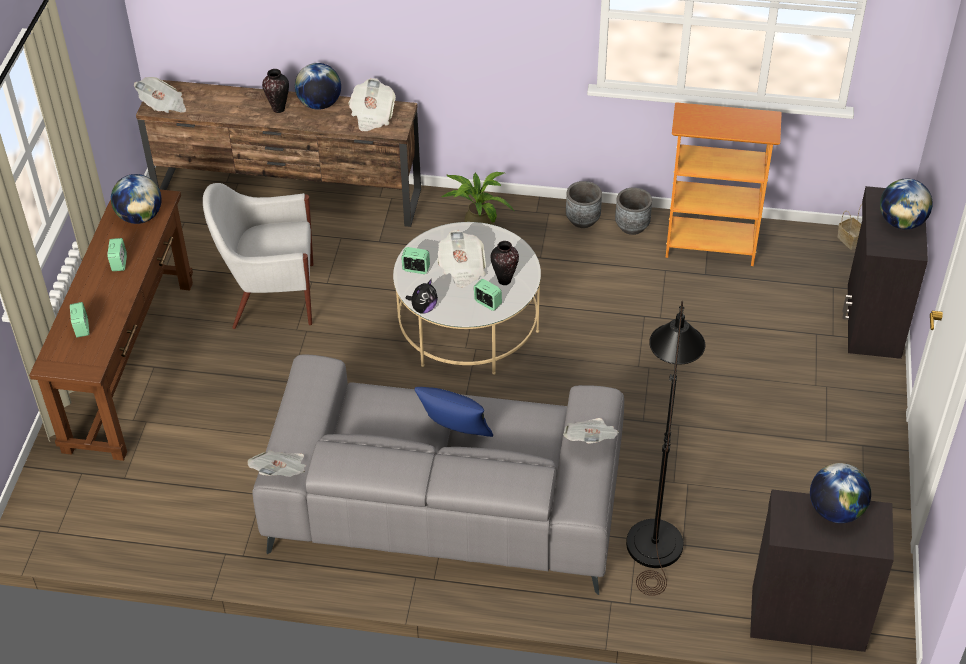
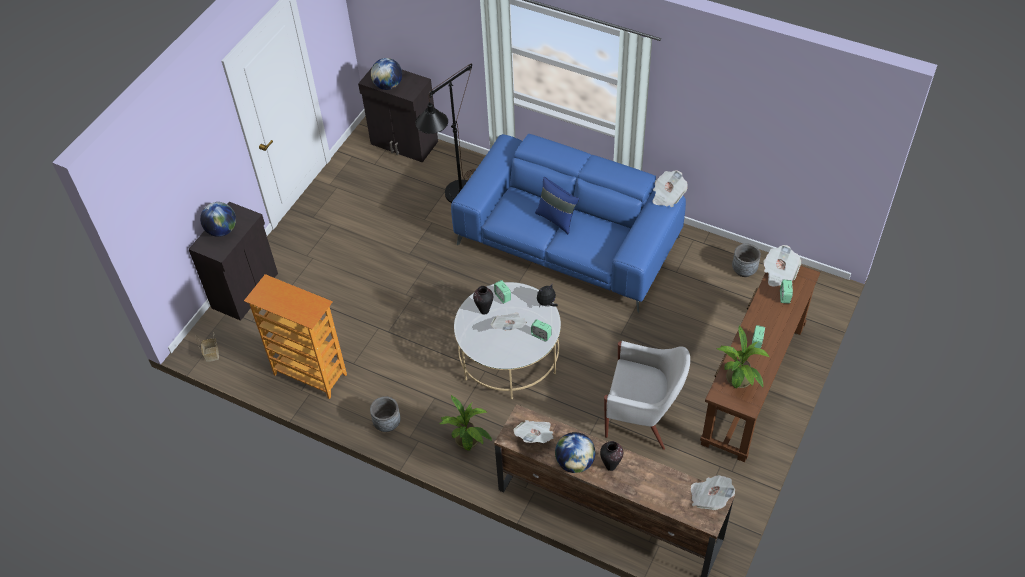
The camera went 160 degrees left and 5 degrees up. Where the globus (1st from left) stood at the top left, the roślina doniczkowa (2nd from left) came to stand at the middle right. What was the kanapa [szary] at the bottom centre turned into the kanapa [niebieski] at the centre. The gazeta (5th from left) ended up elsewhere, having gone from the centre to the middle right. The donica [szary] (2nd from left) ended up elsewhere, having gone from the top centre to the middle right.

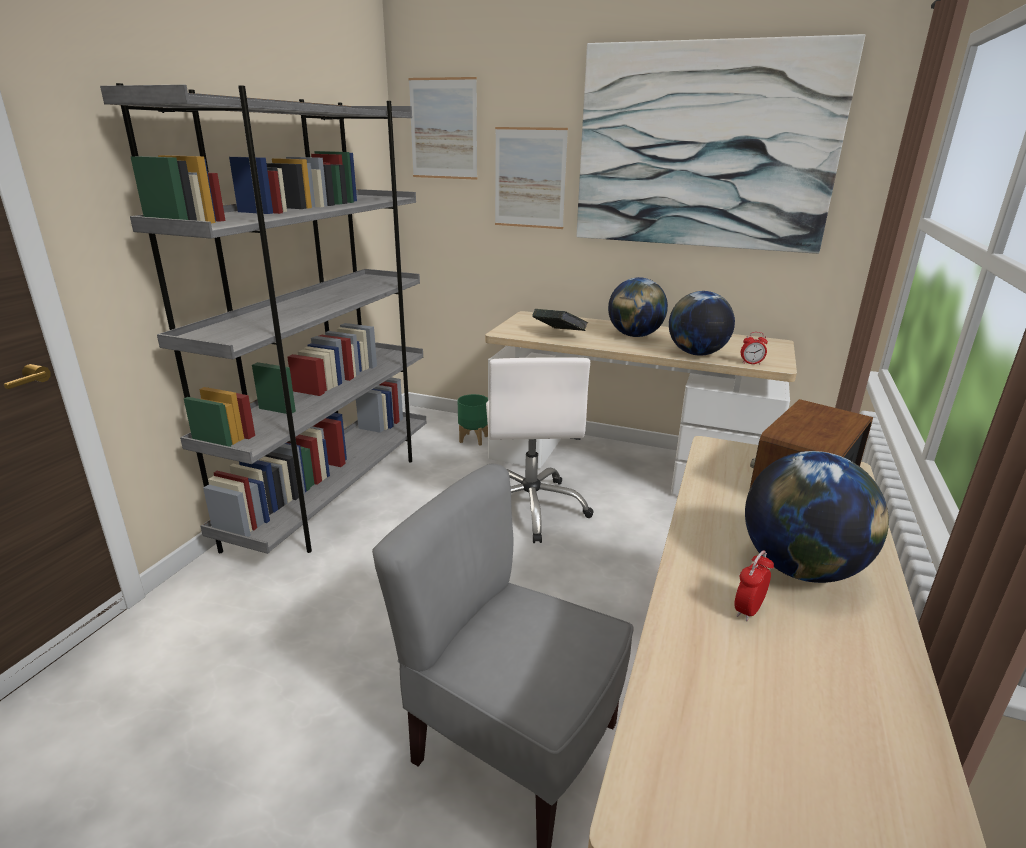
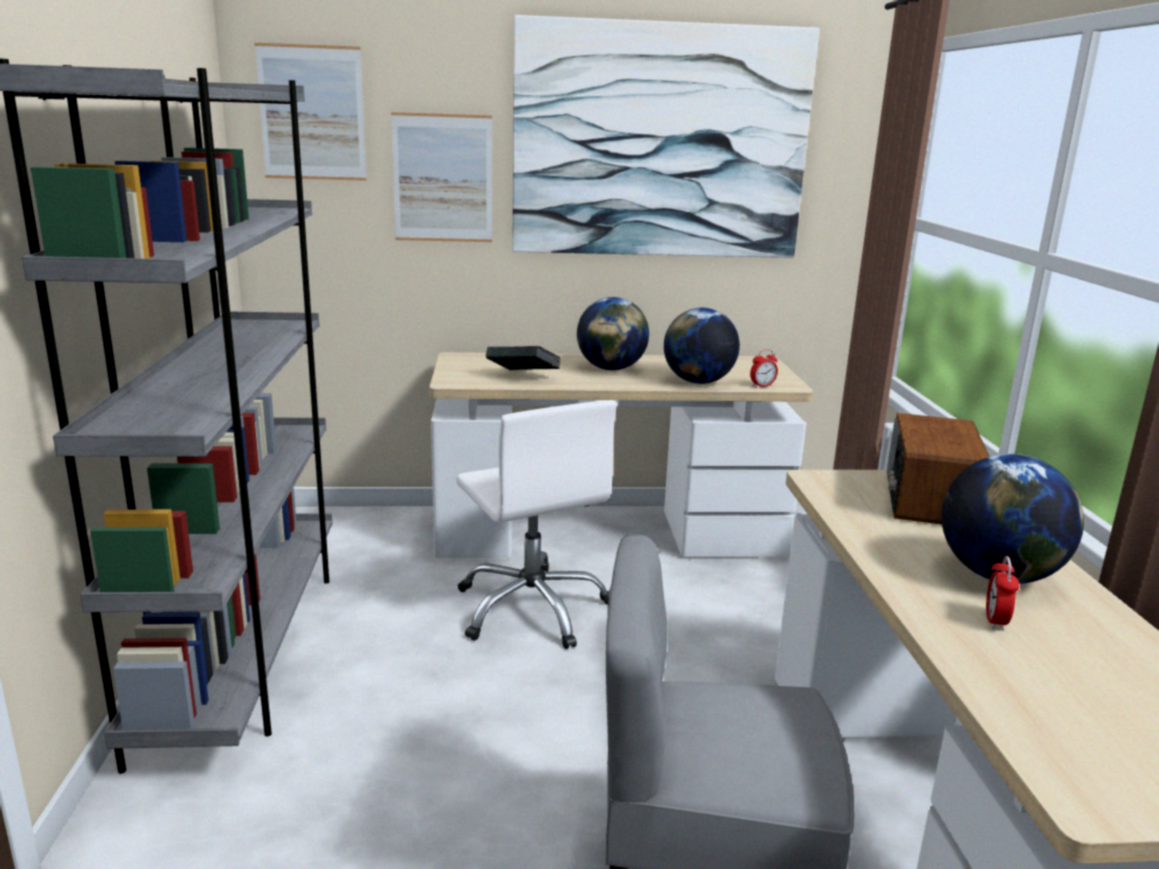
The camera went 25 degrees left and 5 degrees down. The second view lost the donica [zielony] at the centre.

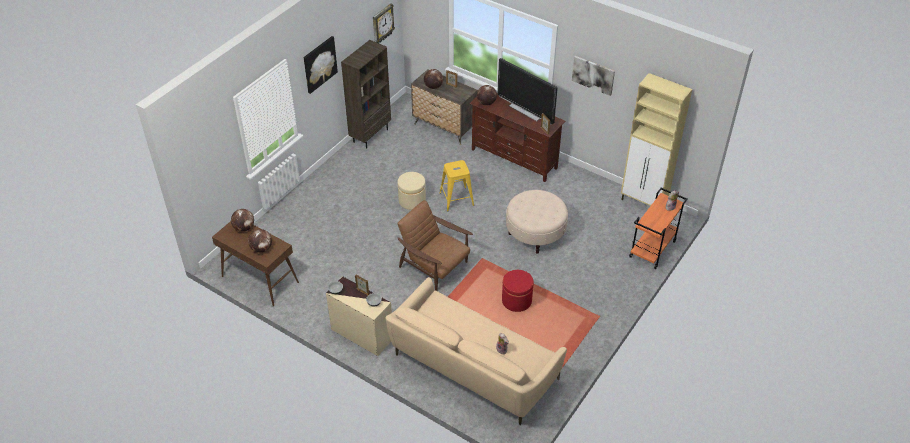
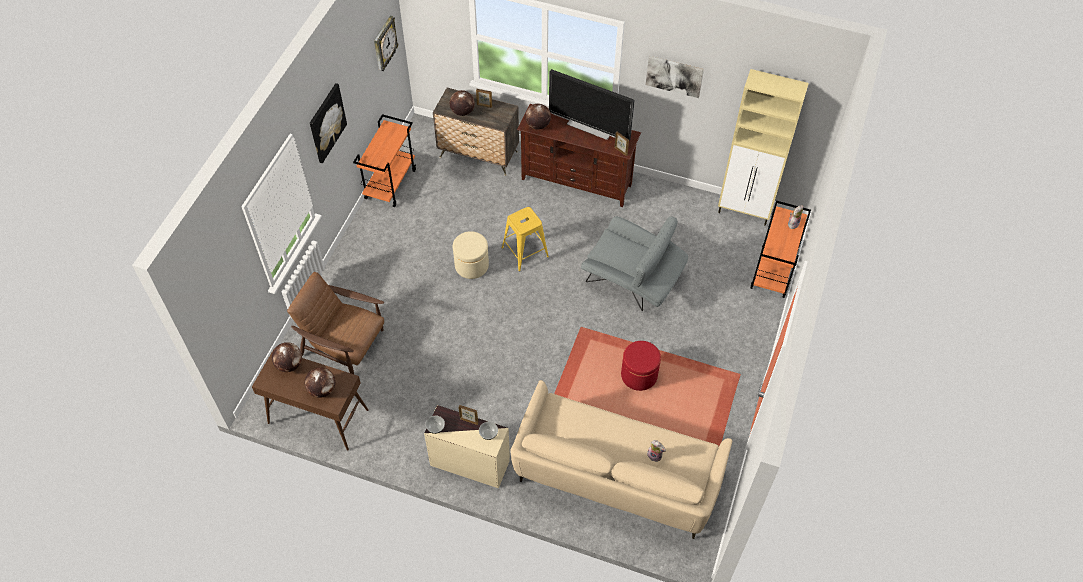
The camera went 15 degrees left and 10 degrees up. Where the regał [brązowy] stood at the top centre, the wózek [pomarańczowy] (1st from left) came to stand at the top centre. The fotel [brązowy] ended up elsewhere, having gone from the centre to the middle left. Where the pufa [beżowy] (2nd from left) stood at the centre, the fotel [szary] came to stand at the centre.

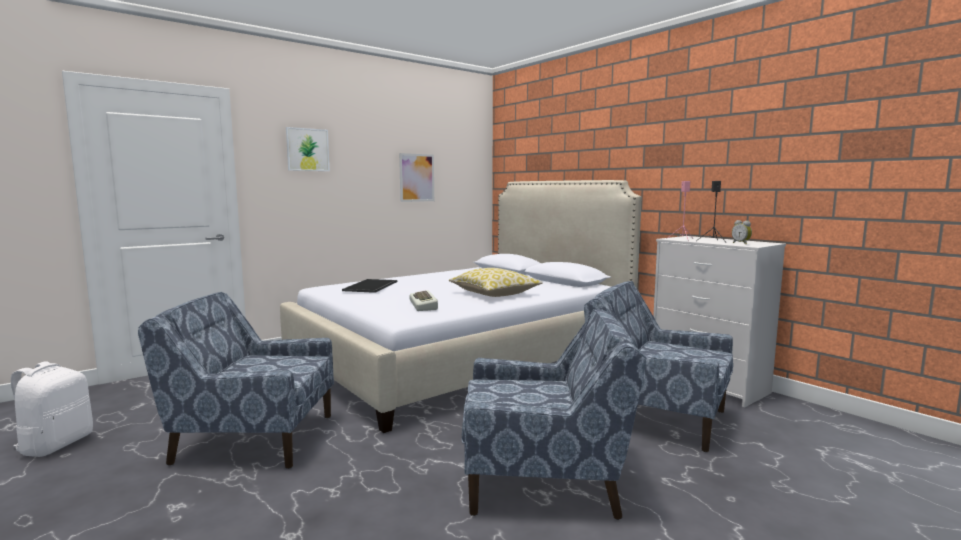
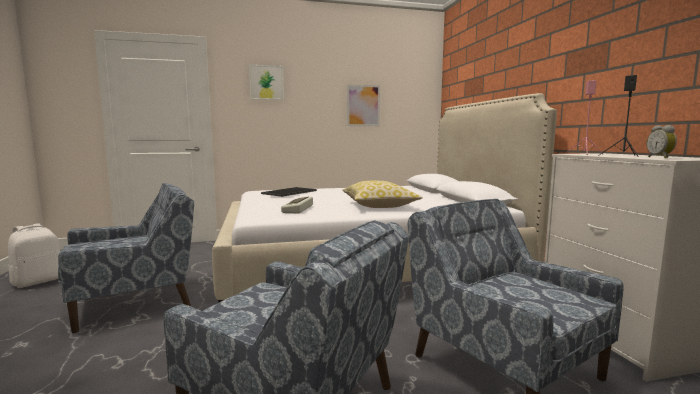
The camera went 25 degrees right and 0 degrees up. The fotel [niebieski] (1st from left) at the bottom left ended up facing another way, 120 degrees clockwise from before.

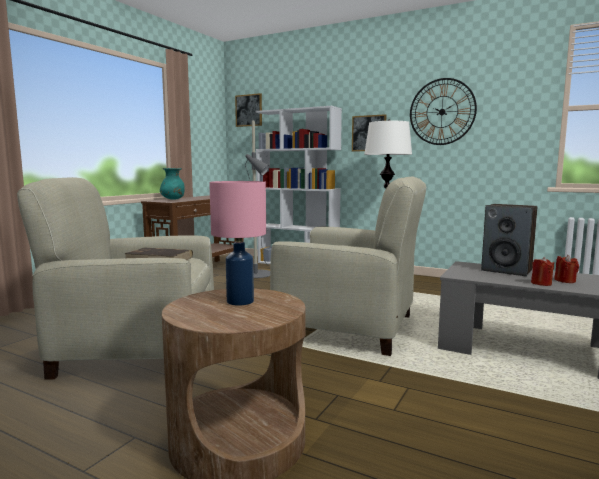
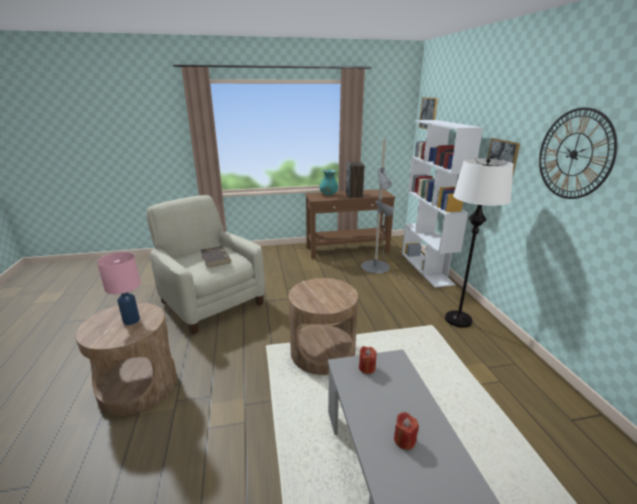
The camera went 50 degrees right and 15 degrees up. Where the fotel [beżowy] (2nd from left) stood at the centre, the stolik [brązowy] (2nd from left) came to stand at the centre. The głośnik ended up elsewhere, having gone from the middle right to the centre. The świeca [czerwony] (1st from left) ended up elsewhere, having gone from the middle right to the bottom centre.

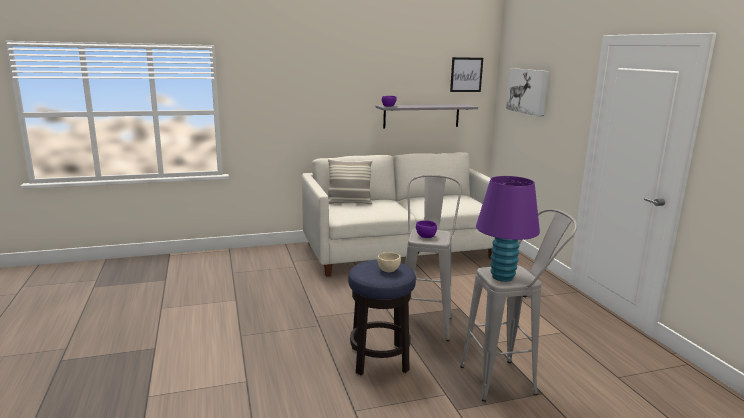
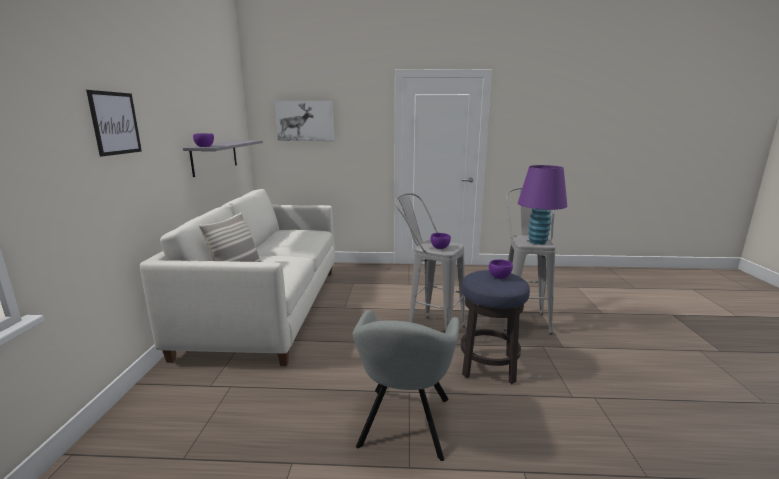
The camera went 70 degrees left and 0 degrees up. What was the miska [beżowy] at the centre turned into the miska [fioletowy] (3rd from left) at the centre. The obraz (1st from left) ended up elsewhere, having gone from the top centre to the top left. The second view gained the fotel [szary] at the bottom centre.

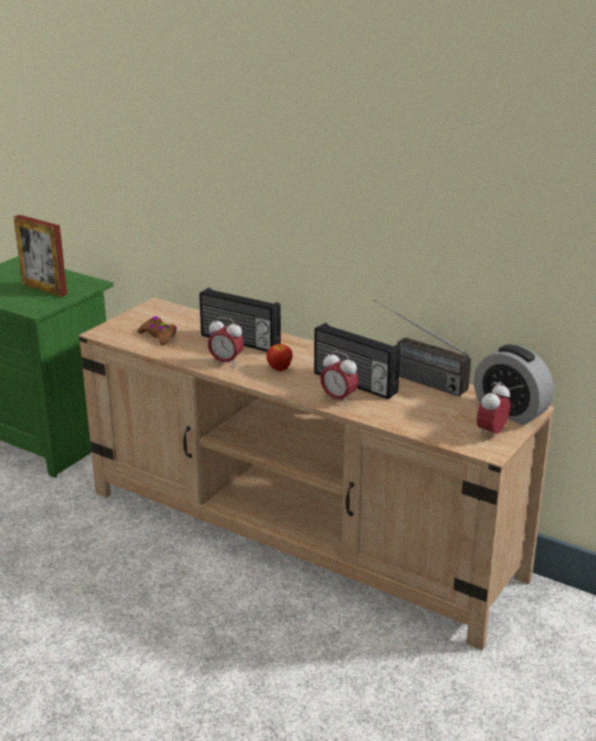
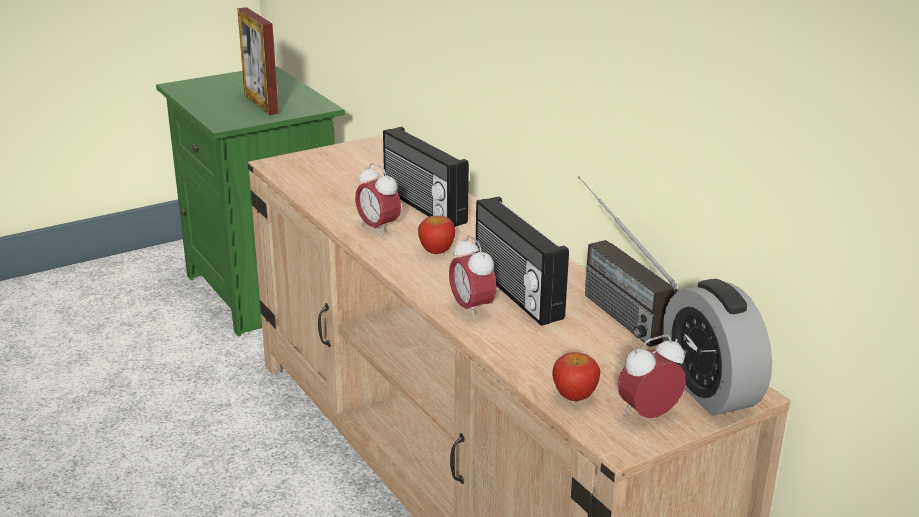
The camera went 25 degrees right and 0 degrees up. The second view lost the pad do gier [brązowy] at the middle left. The second view gained the jabłko (2nd from left) at the bottom centre.

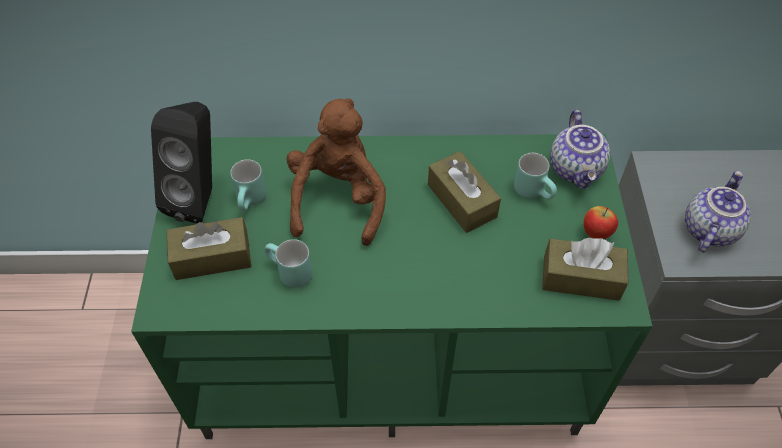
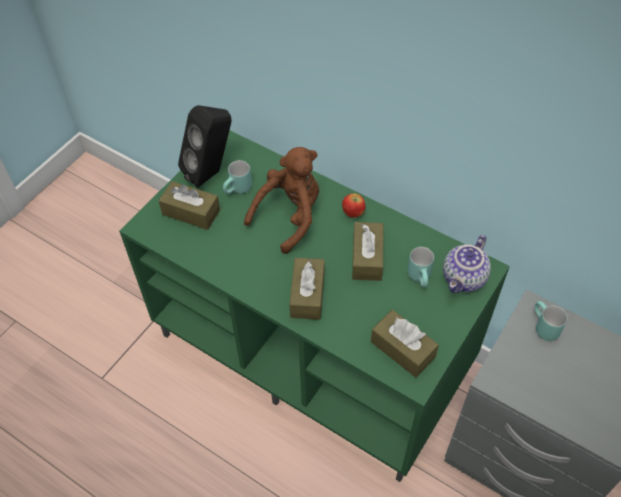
The camera went 35 degrees right and 0 degrees up. The kubek [turkusowy] (2nd from left in the first image) ended up elsewhere, having gone from the centre to the middle right. The jabłko ended up elsewhere, having gone from the middle right to the centre. The second view lost the imbryk (2nd from left) at the middle right. The second view gained the pudełko chusteczek [brązowy] (2nd from left) at the centre.

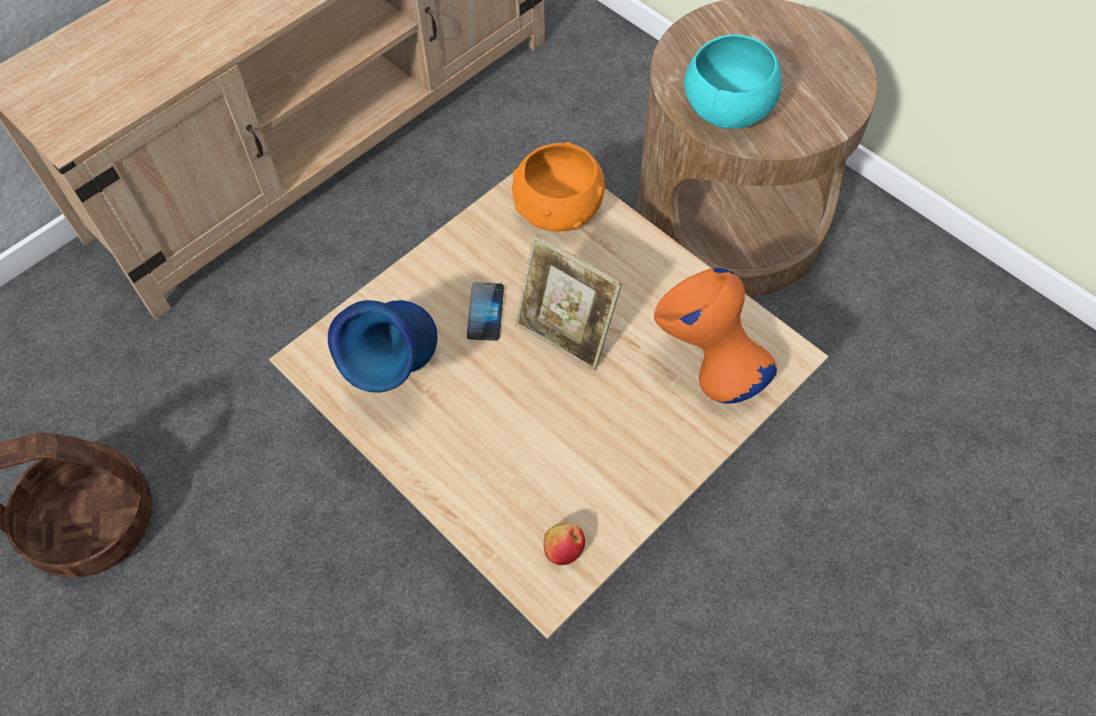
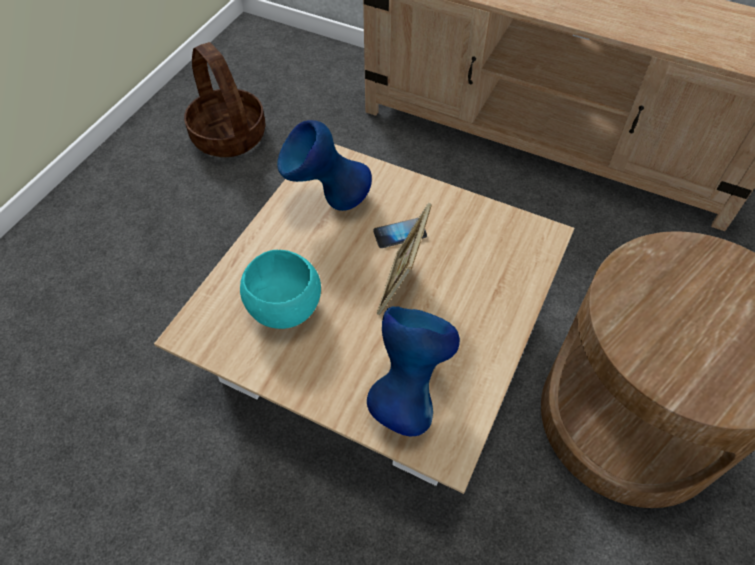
The camera went 70 degrees right and 5 degrees down. The second view lost the miska [pomarańczowy] at the top centre. The second view lost the jabłko at the bottom centre. What was the wazon [pomarańczowy] at the centre turned into the wazon [niebieski] (2nd from left) at the centre. The miska [turkusowy] ended up elsewhere, having gone from the top right to the centre.

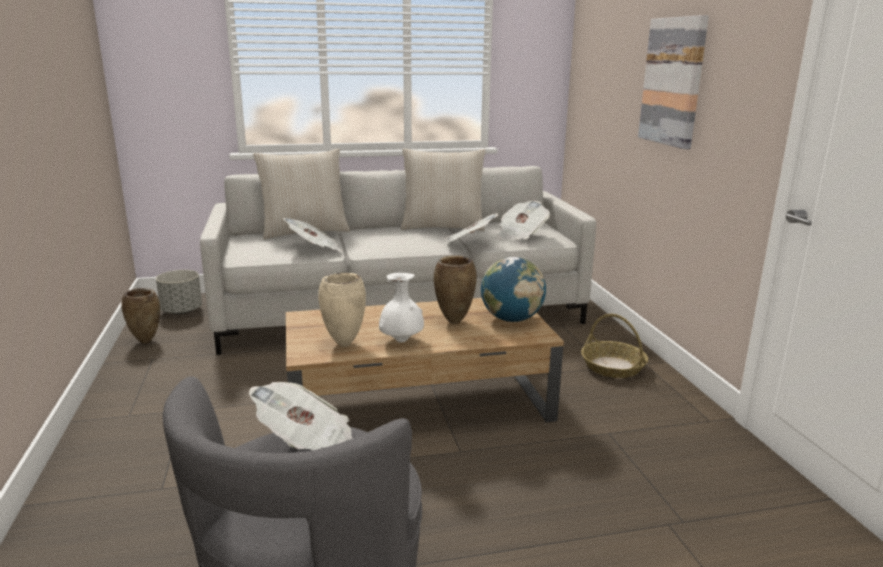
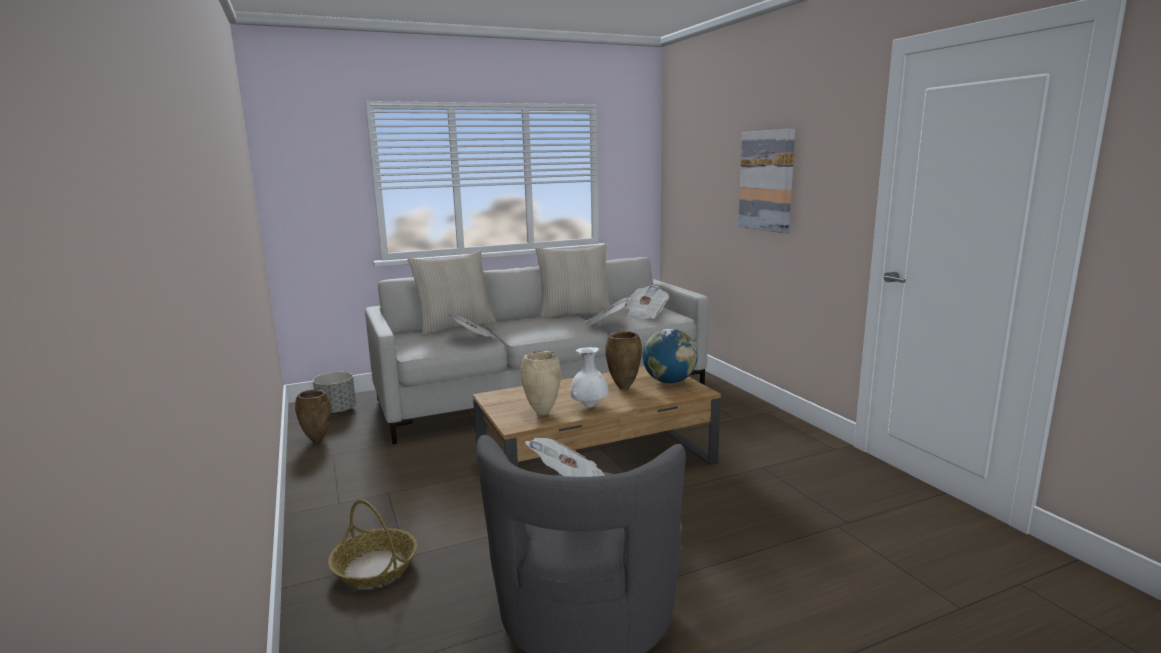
The camera went 10 degrees left and 5 degrees down. The koszyk ended up elsewhere, having gone from the middle right to the bottom left.

